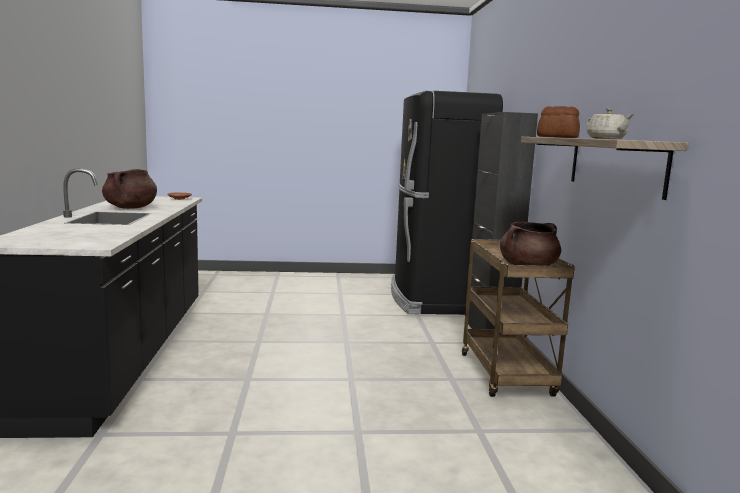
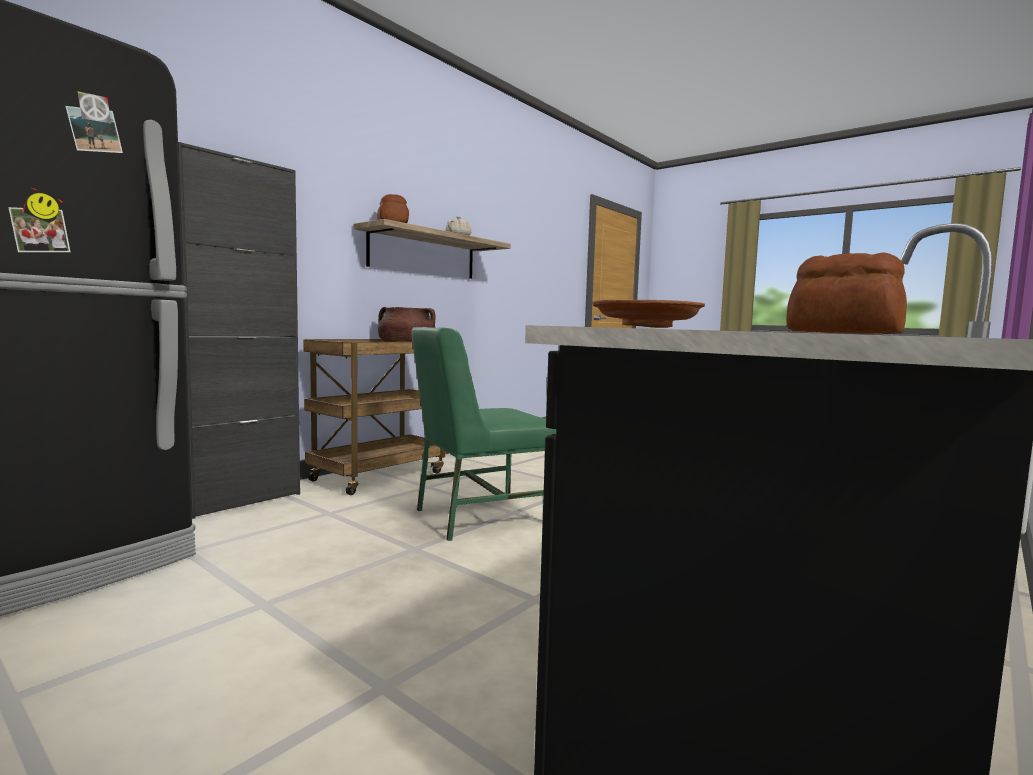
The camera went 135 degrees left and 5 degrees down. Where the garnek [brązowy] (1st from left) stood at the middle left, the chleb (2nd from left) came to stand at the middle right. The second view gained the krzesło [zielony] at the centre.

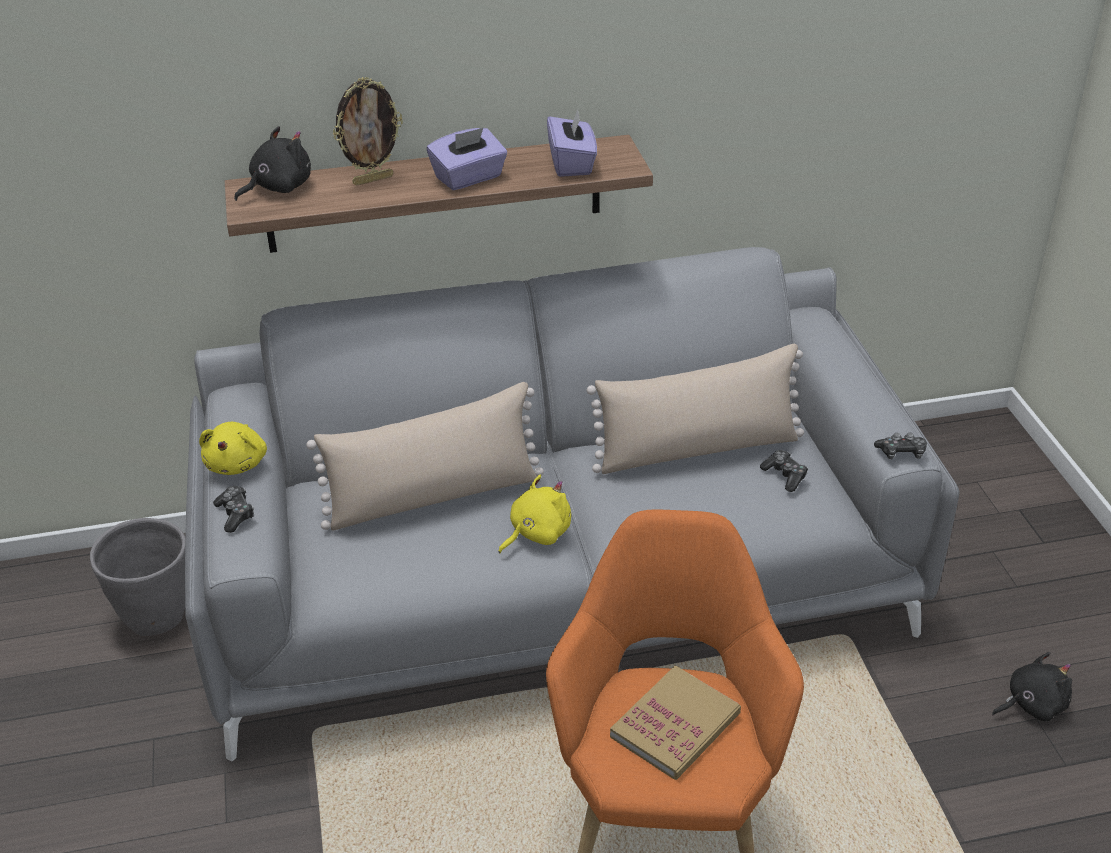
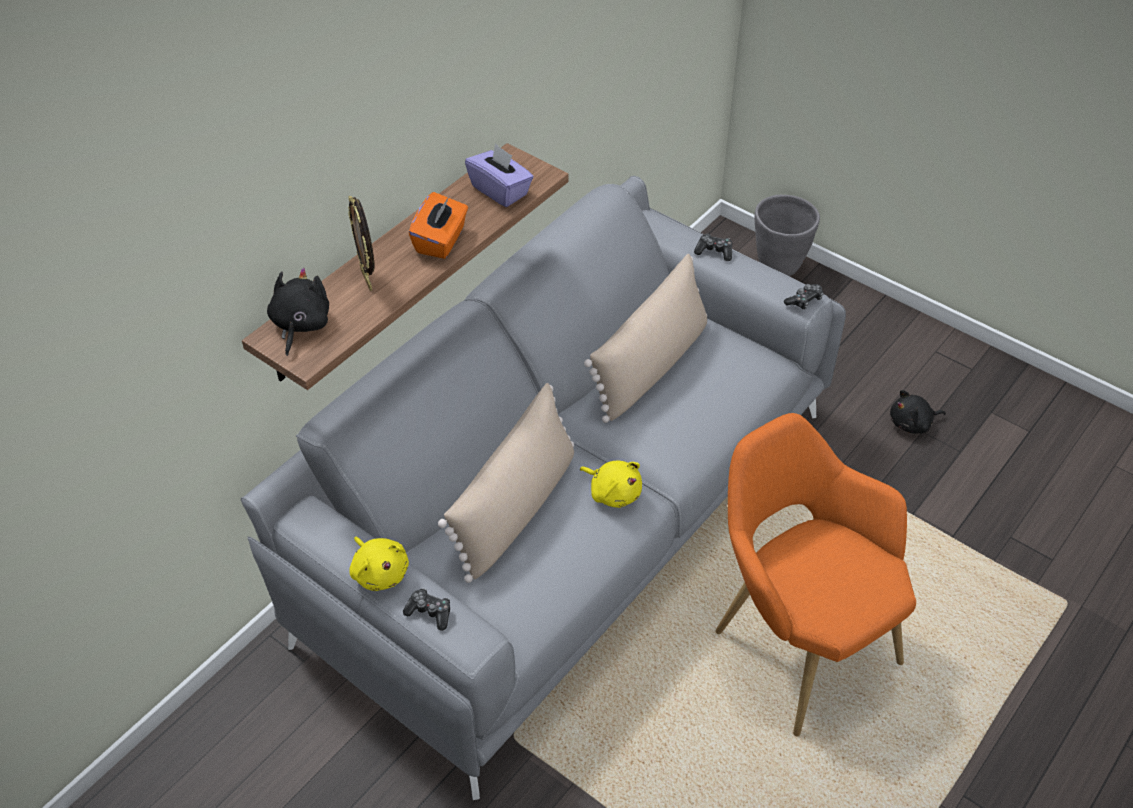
The camera went 40 degrees left and 10 degrees up. The donica [szary] ended up elsewhere, having gone from the bottom left to the top right. The ramka na zdjęcie at the top left ended up facing another way, 135 degrees clockwise from before. What was the pudełko chusteczek [fioletowy] (1st from left) at the top centre turned into the pudełko chusteczek [pomarańczowy] at the top centre. The pluszak [żółty] (2nd from left) at the centre ended up facing another way, 120 degrees clockwise from before. The second view lost the książka at the bottom centre. The pad do gier (2nd from left) ended up elsewhere, having gone from the middle right to the top centre. The pluszak [czarny] (2nd from left) at the bottom right ended up facing another way, 135 degrees counterclockwise from before.

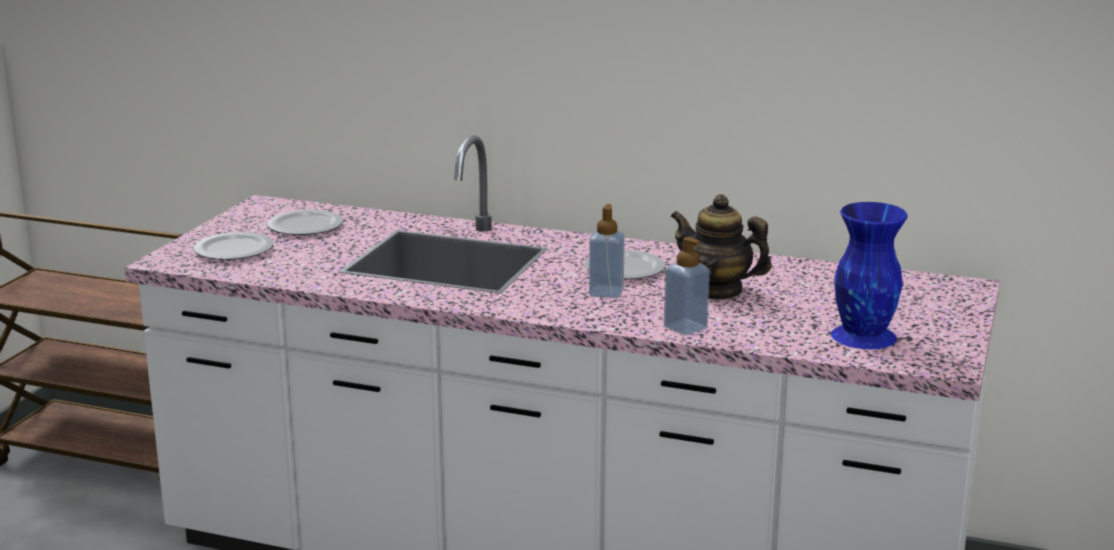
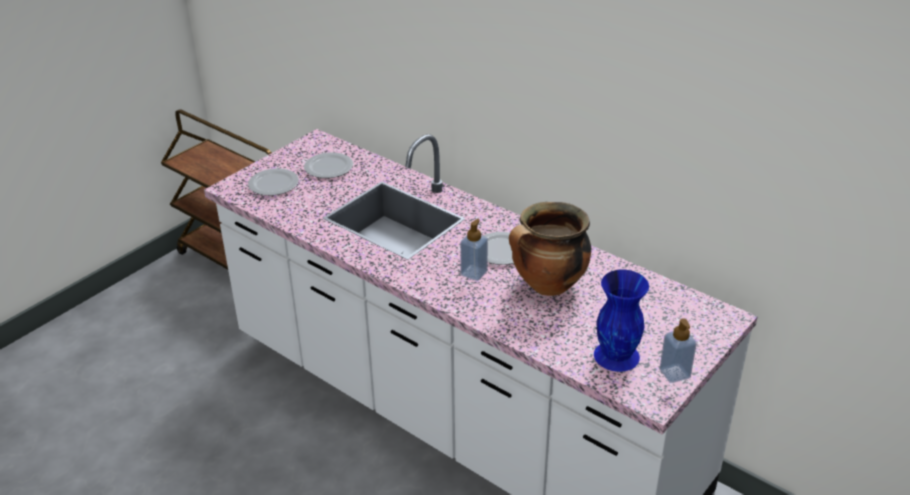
The camera went 20 degrees right and 15 degrees up. The dozownik mydła (2nd from left) ended up elsewhere, having gone from the centre to the bottom right. Where the imbryk stood at the centre, the garnek came to stand at the centre.

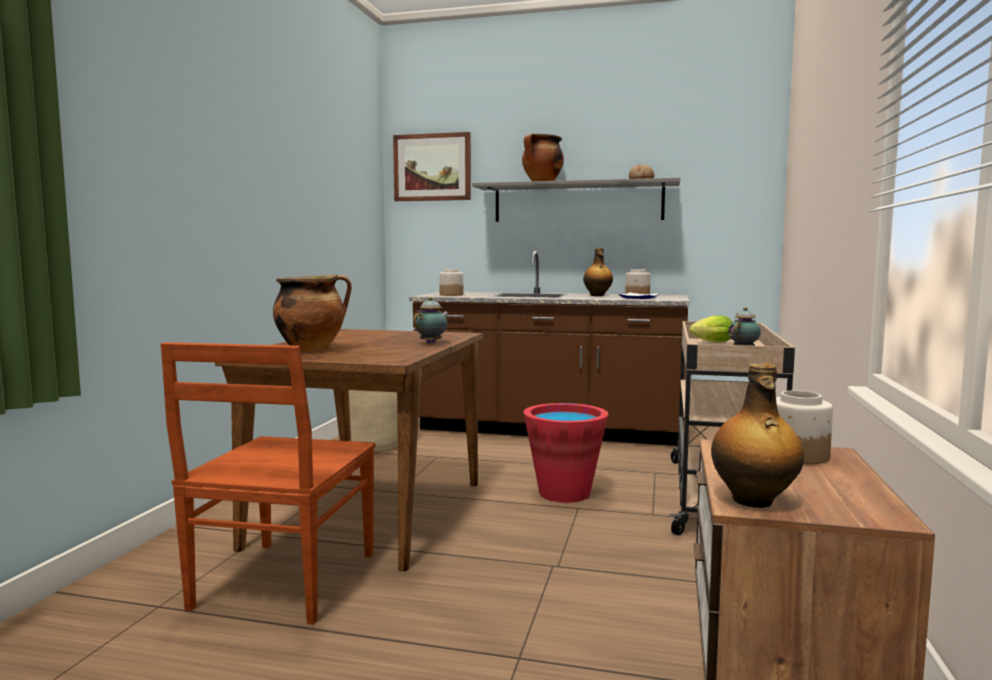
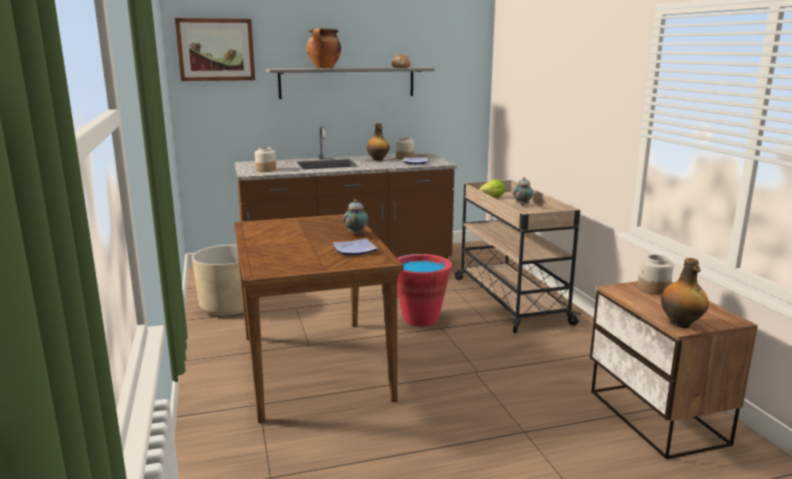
The camera went 30 degrees left and 10 degrees up. The second view lost the krzesło [brązowy] at the bottom left. The second view lost the garnek (1st from left) at the middle left. The second view gained the talerz (1st from left) at the centre.

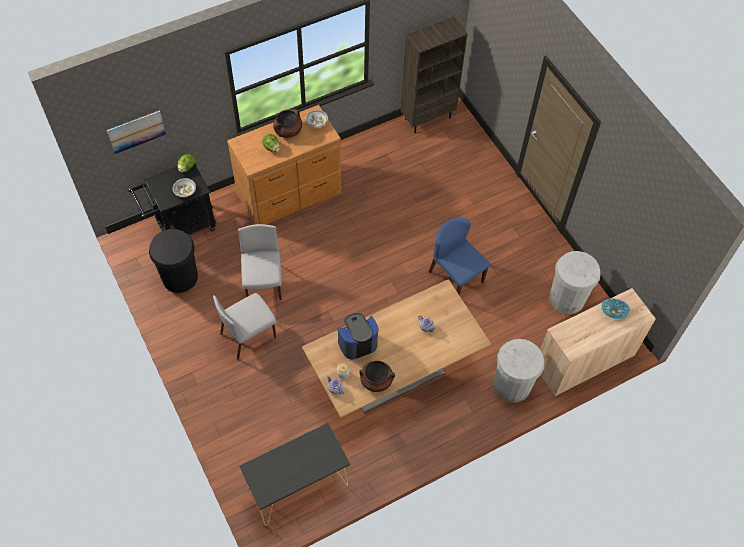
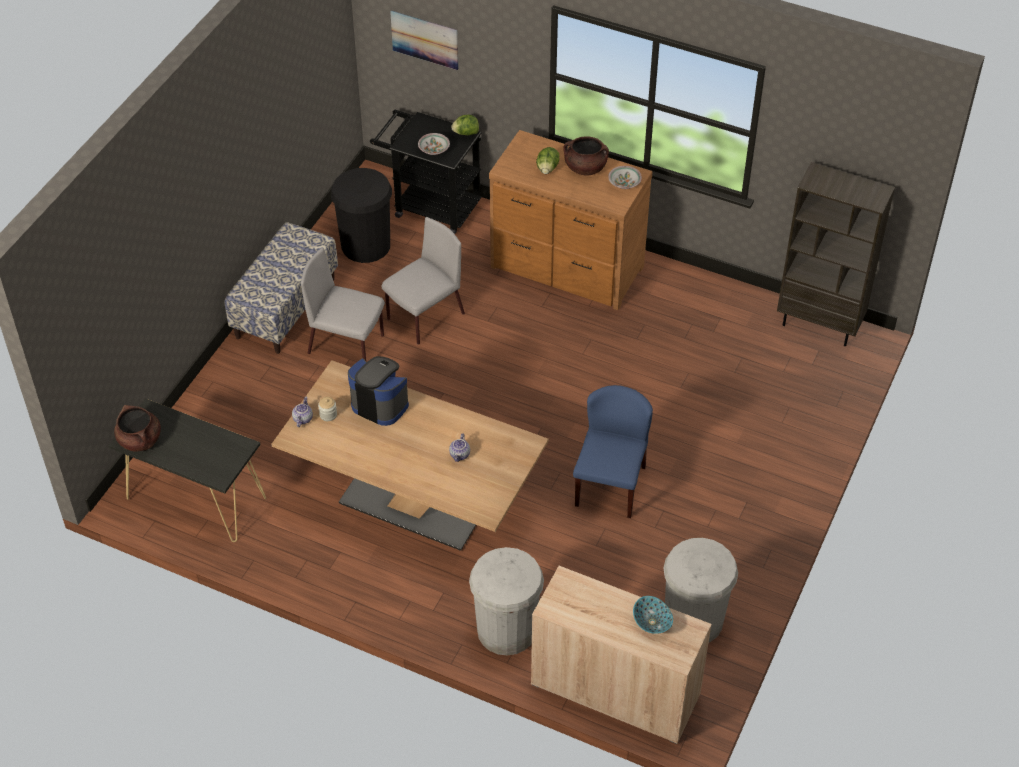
The camera went 55 degrees right and 10 degrees down. The garnek [brązowy] (2nd from left in the first image) ended up elsewhere, having gone from the bottom centre to the middle left. The second view gained the ławka at the middle left.

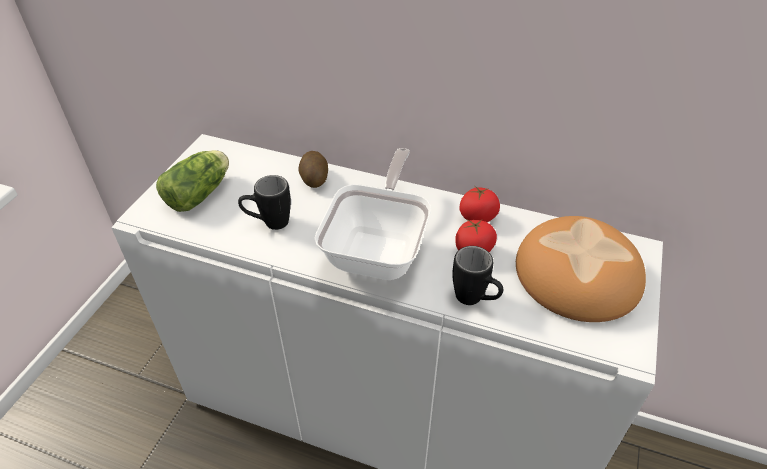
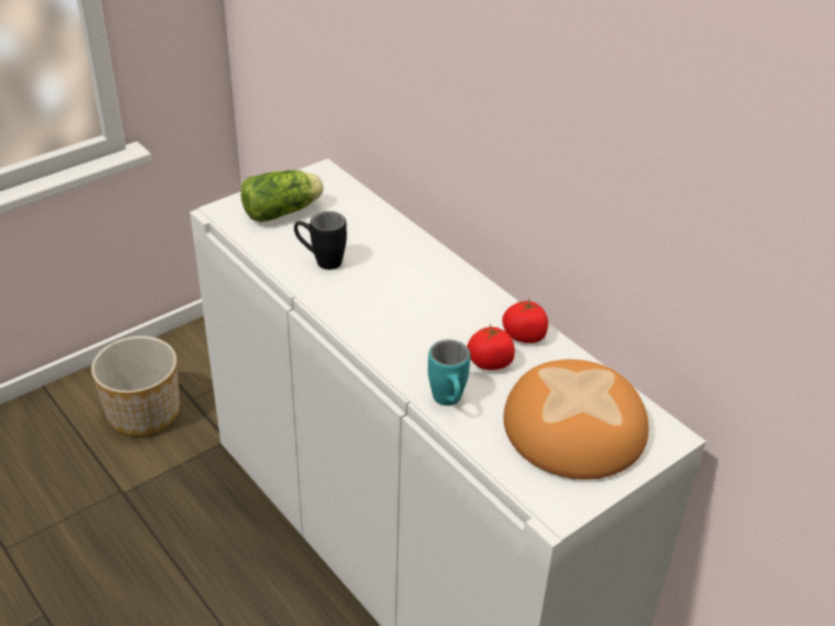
The camera went 30 degrees right and 5 degrees down. The second view lost the ziemniak at the centre. The second view lost the patelnia at the centre. What was the kubek [czarny] (2nd from left) at the centre turned into the kubek [turkusowy] at the centre. The second view gained the donica at the middle left.

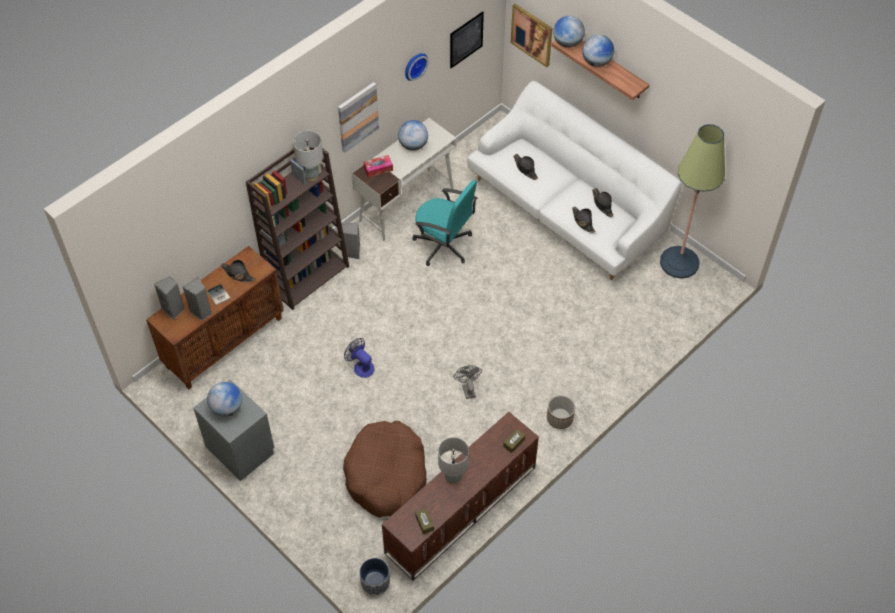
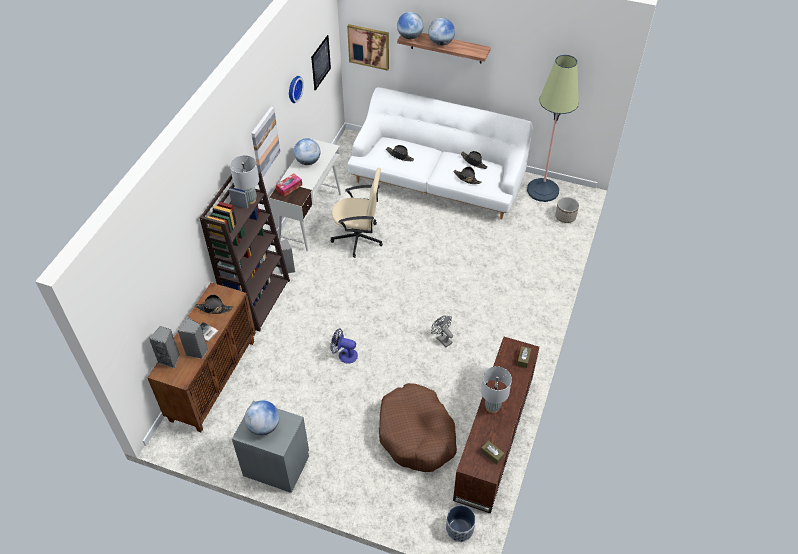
The camera went 25 degrees left and 5 degrees down. What was the krzesło biurowe [turkusowy] at the centre turned into the krzesło biurowe [beżowy] at the centre. The donica (2nd from left) ended up elsewhere, having gone from the bottom centre to the middle right.

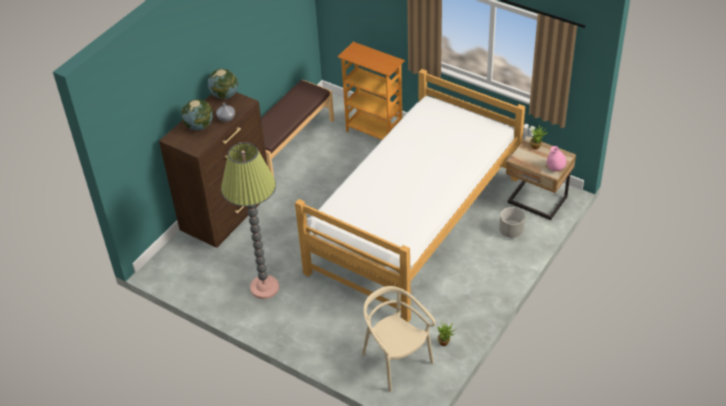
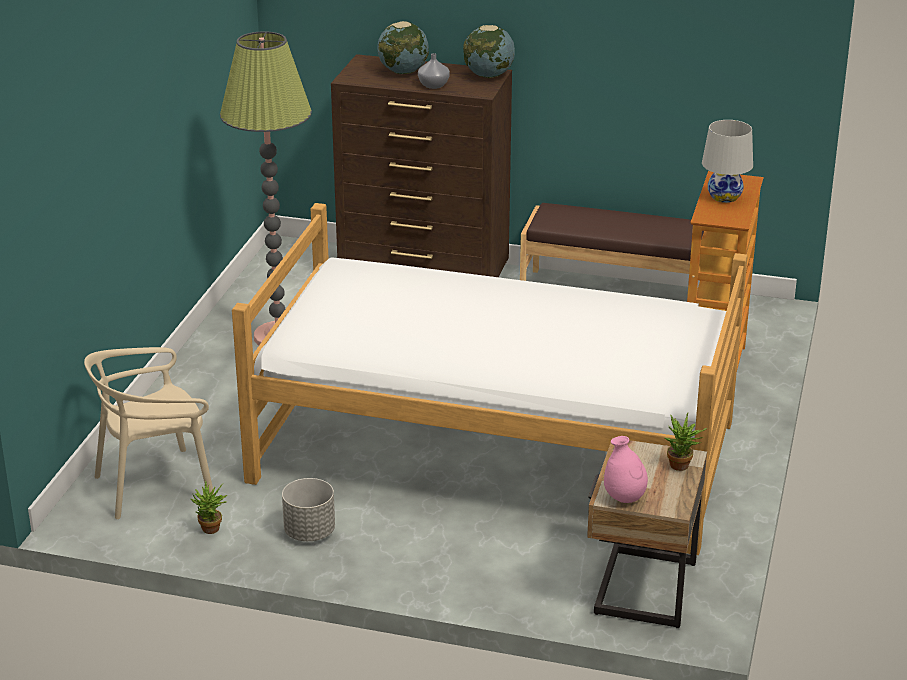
The camera went 70 degrees right and 15 degrees down. The krzesło [beżowy] at the bottom centre ended up facing another way, 150 degrees counterclockwise from before. The donica [szary] ended up elsewhere, having gone from the middle right to the bottom centre. The second view gained the lampa stołowa [biały] at the top right.

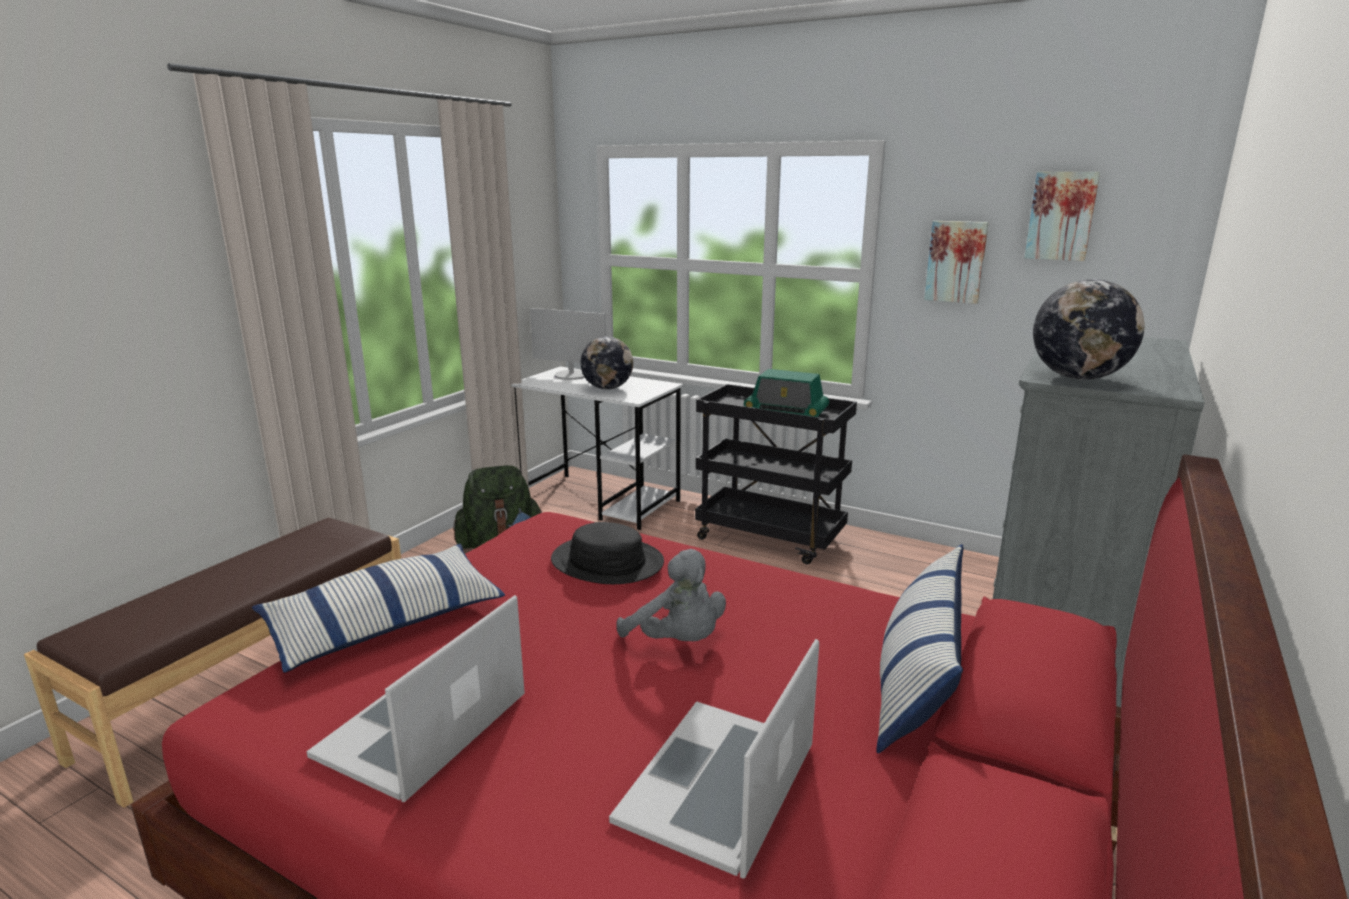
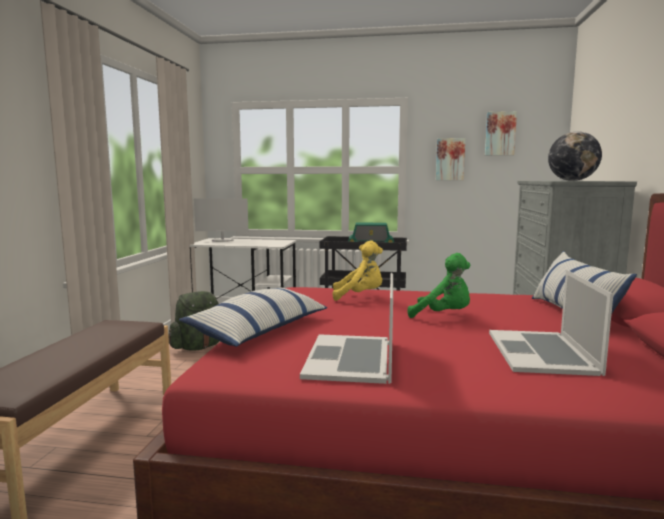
The camera went 20 degrees left and 10 degrees down. Where the kapelusz [czarny] stood at the centre, the pluszak [żółty] came to stand at the centre. The second view lost the globus (1st from left) at the centre. What was the pluszak [szary] at the centre turned into the pluszak [zielony] at the centre.

